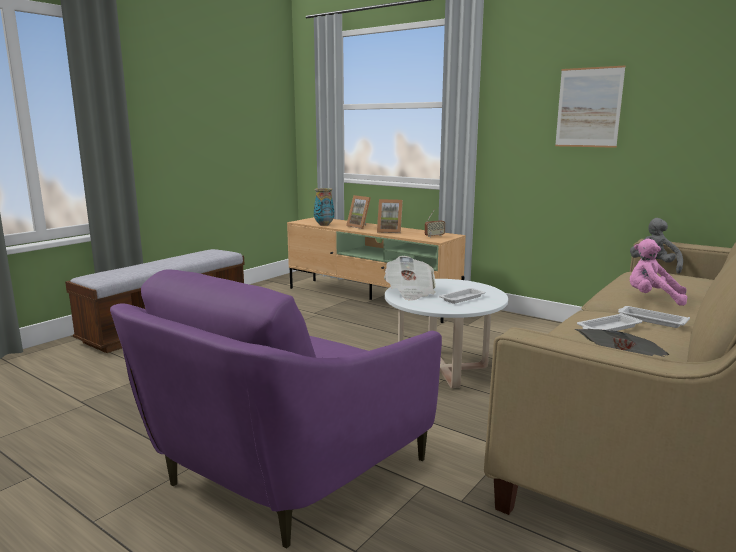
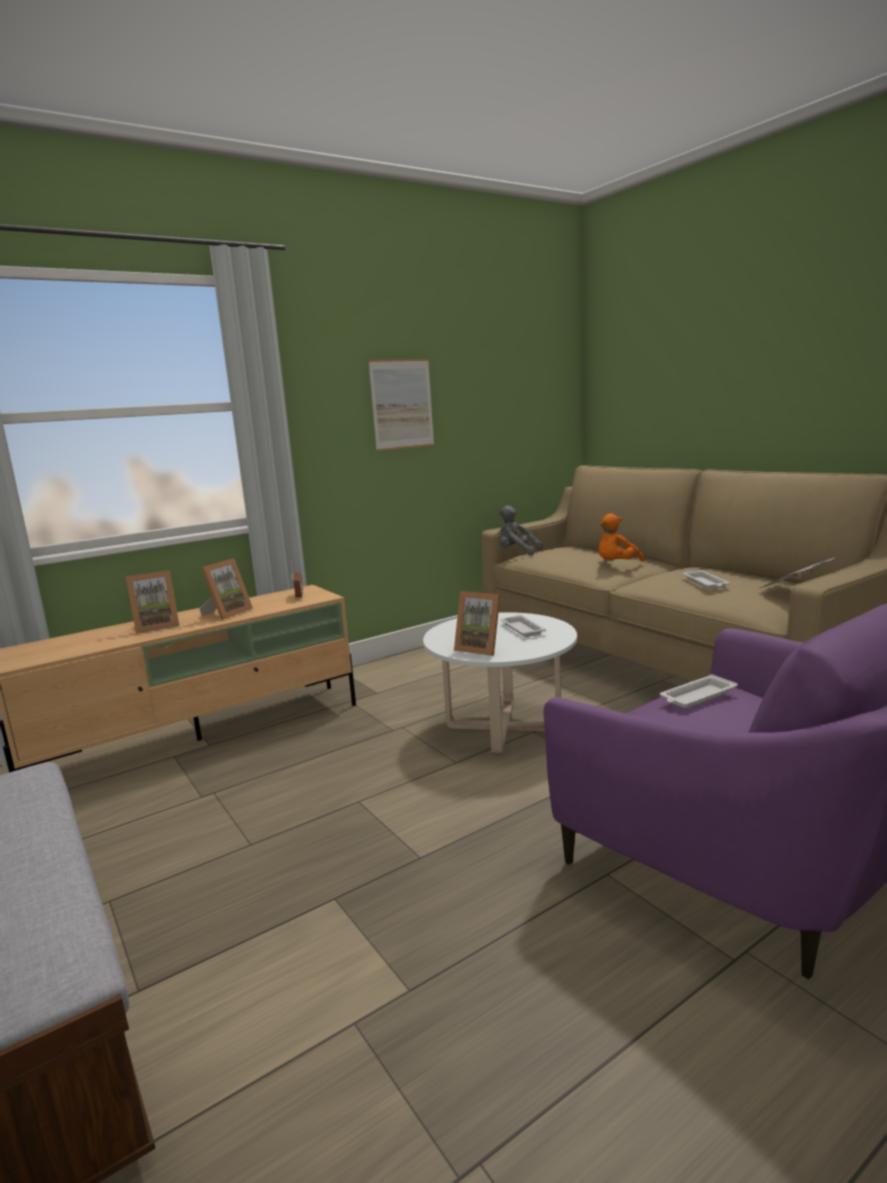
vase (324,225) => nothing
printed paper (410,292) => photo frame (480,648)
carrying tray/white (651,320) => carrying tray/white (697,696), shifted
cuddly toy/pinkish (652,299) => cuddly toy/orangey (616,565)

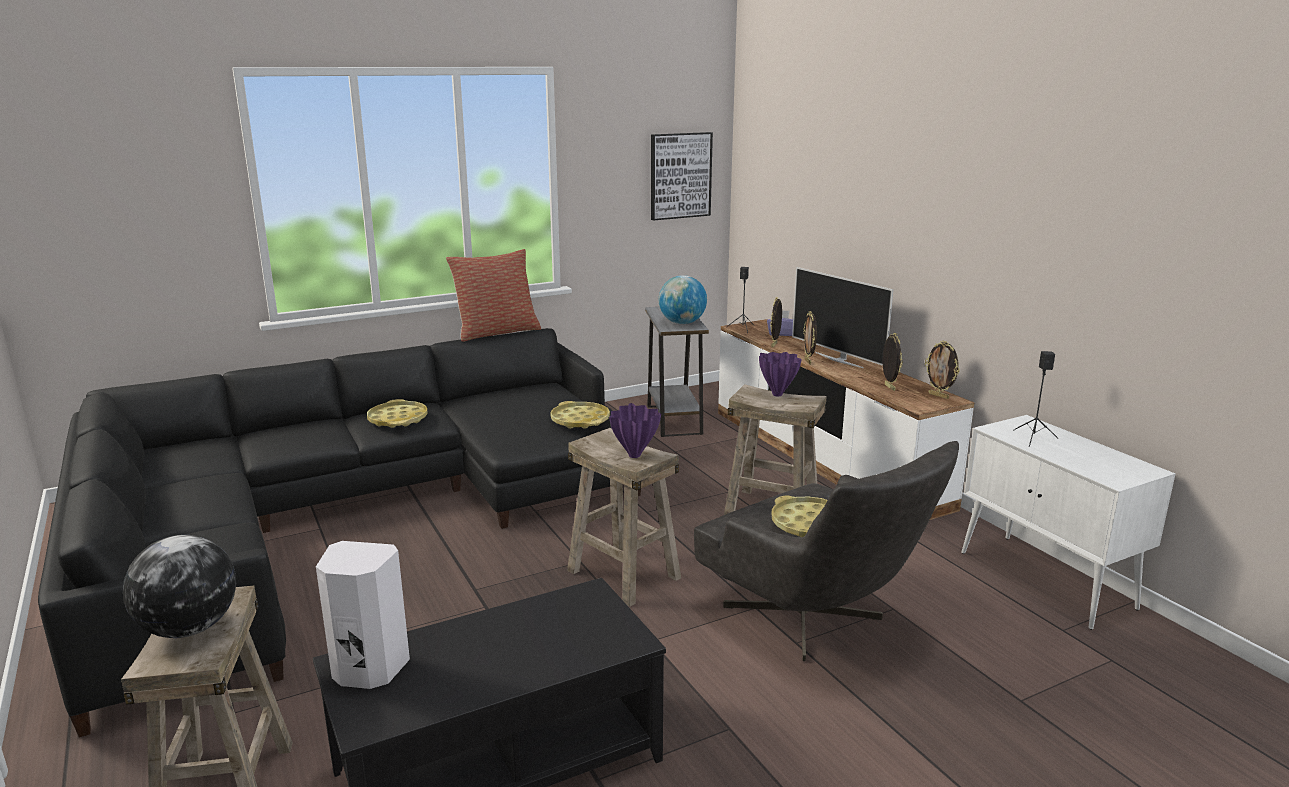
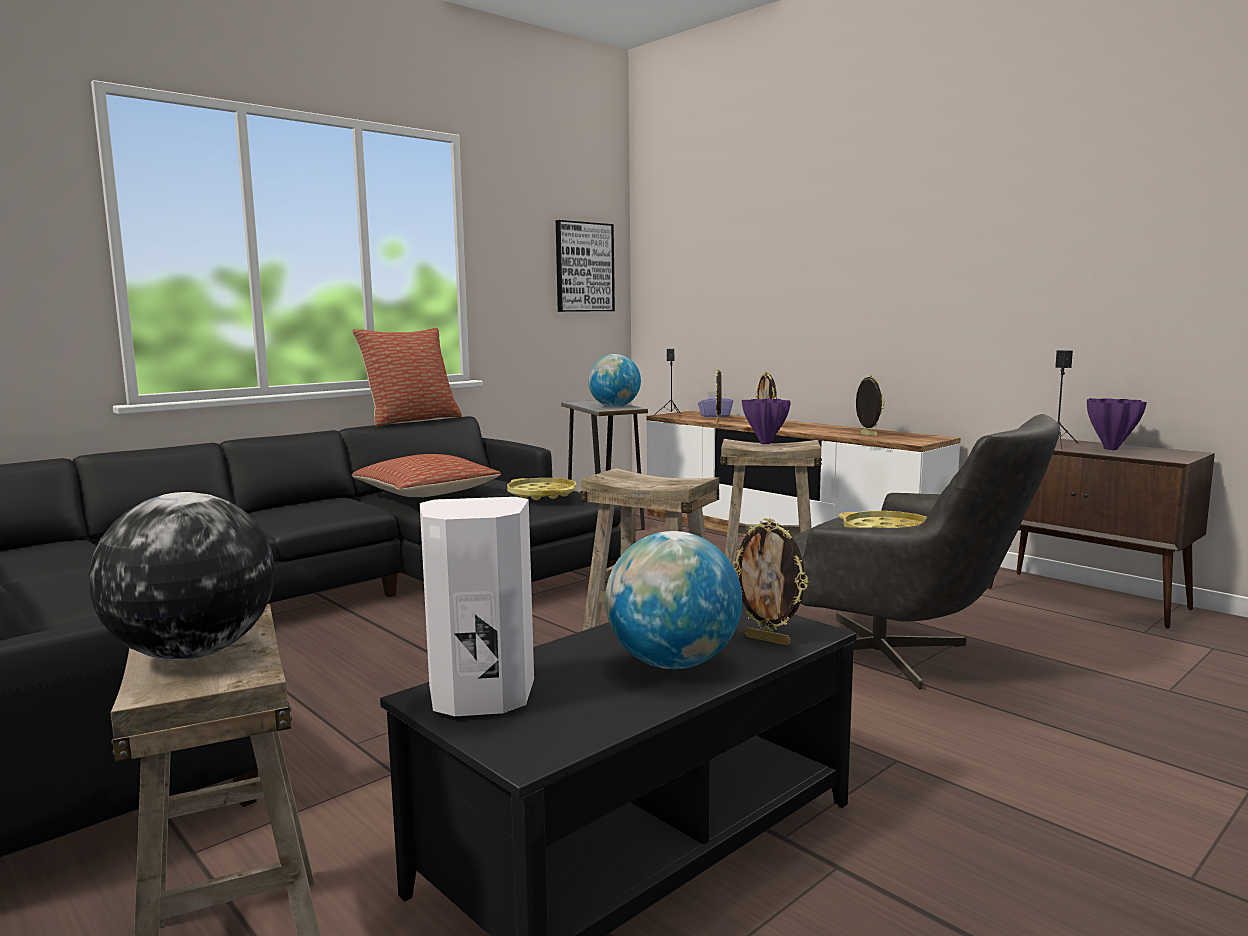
carrying tray/yellow (398,419) => nothing
vase/purplish (634,456) => vase/purplish (1111,449), shifted
TV set (839,360) => nothing
photo frame (939,396) => photo frame (768,640), shifted
cupboard/white (1047,580) => cupboard/brown-coloured (1087,599)
nothing => cushion (426,493)
nothing => desk globe (673,663)

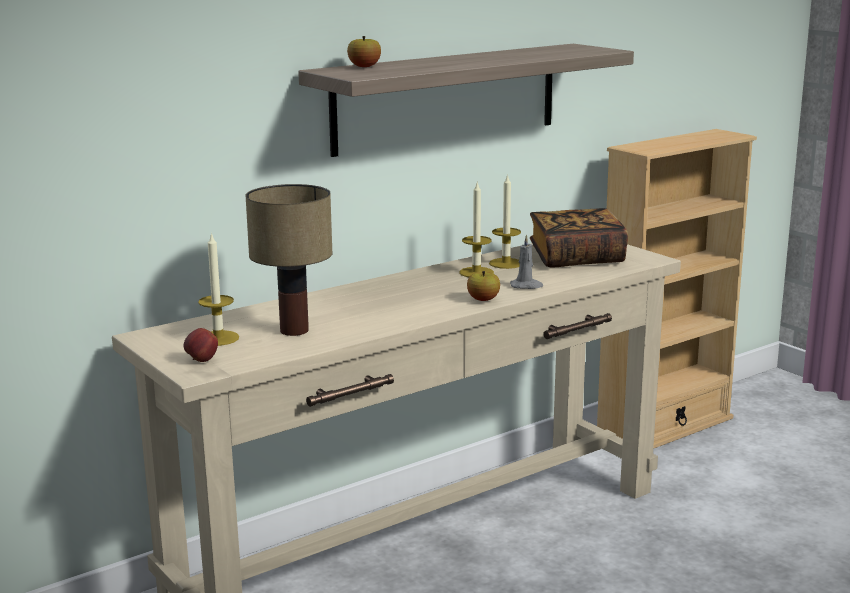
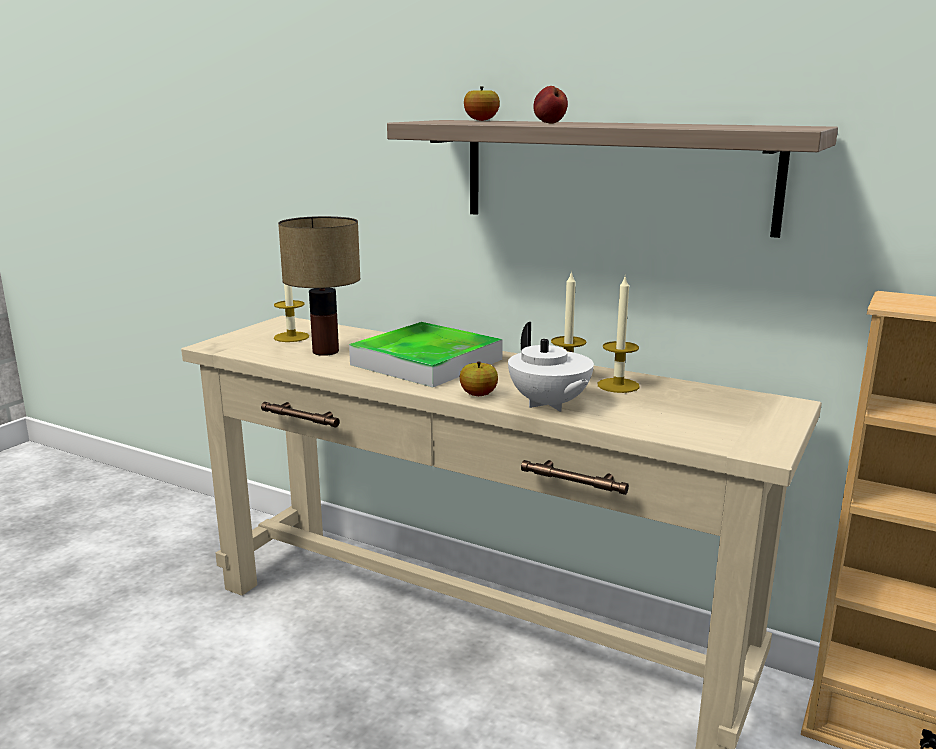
apple fruit (201,360) => apple fruit (549,123), shifted
wax candle/grey (526,286) => pot for tea/white (549,405)
volume (576,258) => nothing
nothing => carrying tray (426,362)

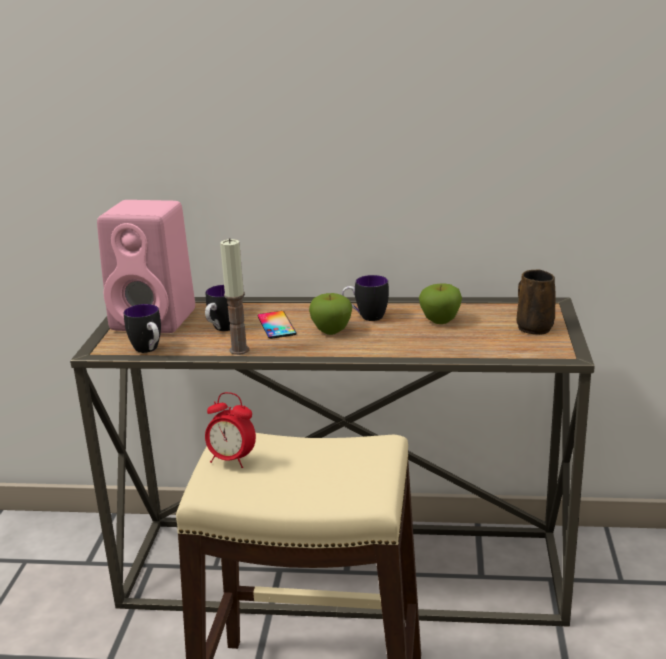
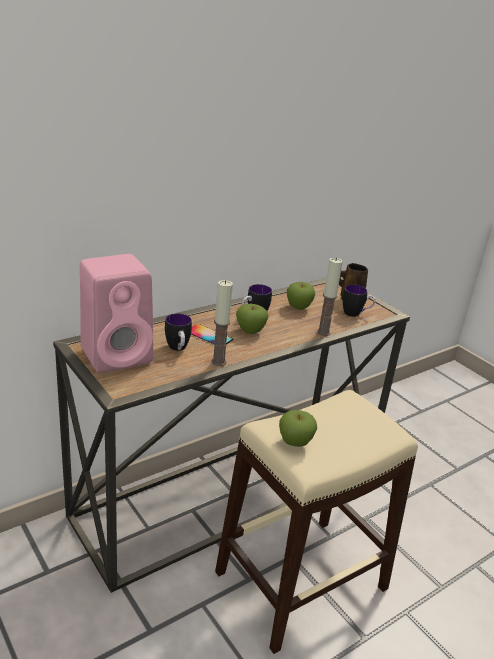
coffee mug (149,350) => coffee mug (356,314), shifted
bedside clock (231,460) => apple fruit (295,442)
nothing => wax candle (323,332)

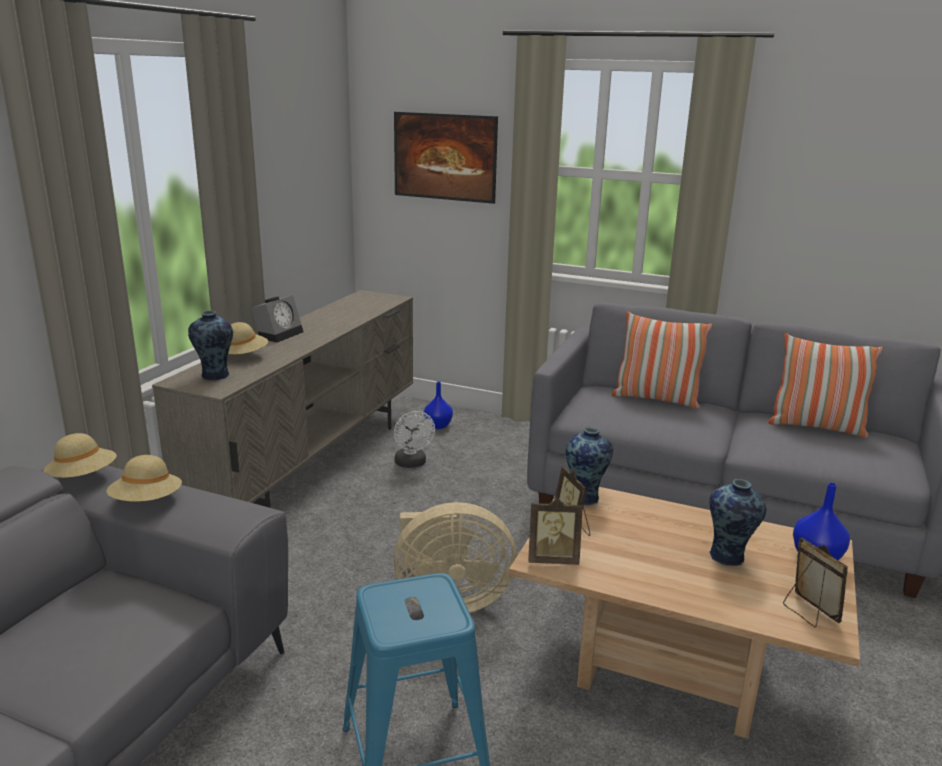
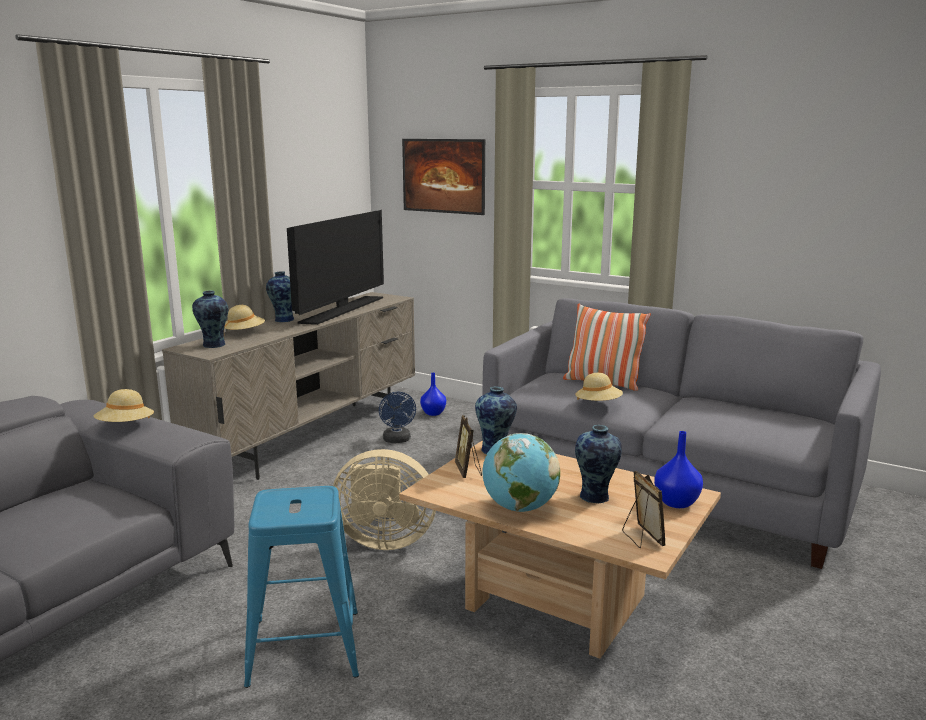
clothing hat/beige-coloured (83,477) => clothing hat/beige-coloured (598,404), shifted
bedside clock (279,334) => vase (283,320)
electric fan/white (412,464) => electric fan/bluish (397,440)
photo frame (552,559) => nothing
cushion (816,427) => nothing
nothing => TV set (342,310)
nothing => desk globe (519,508)

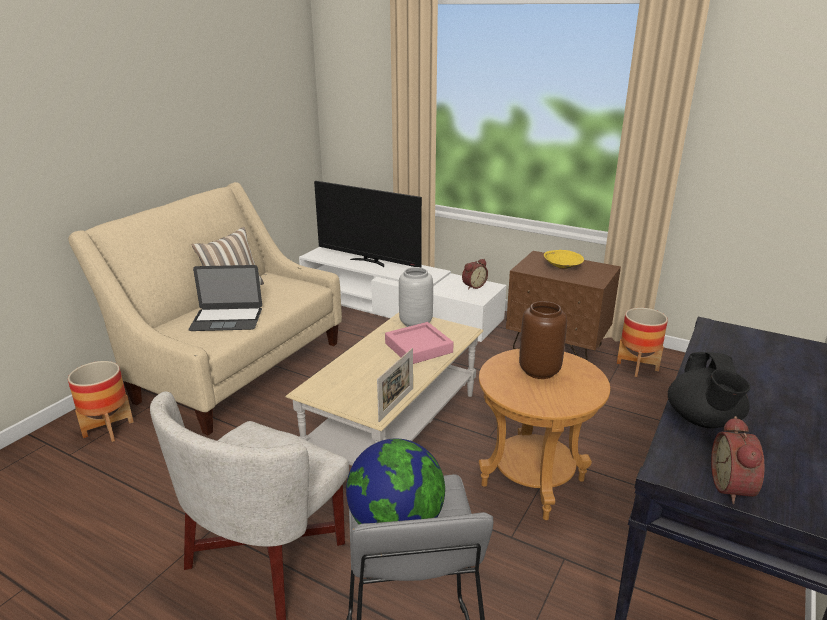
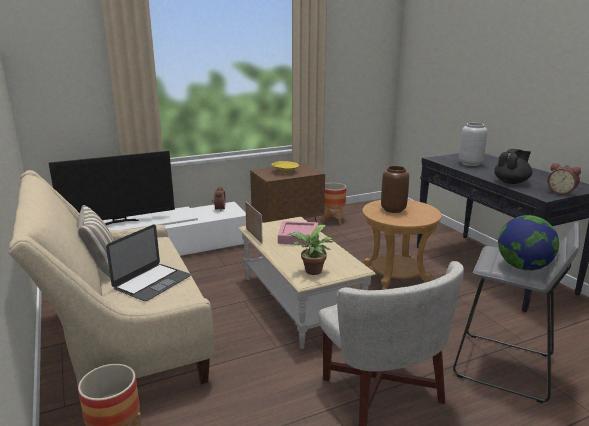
photo frame (396,404) => photo frame (254,236), shifted
vase/grey (415,323) => vase/grey (470,164), shifted
pot for tea/black-coloured (703,420) => pot for tea/black-coloured (511,182), 75 degrees counterclockwise
nothing => potted plant (311,271)

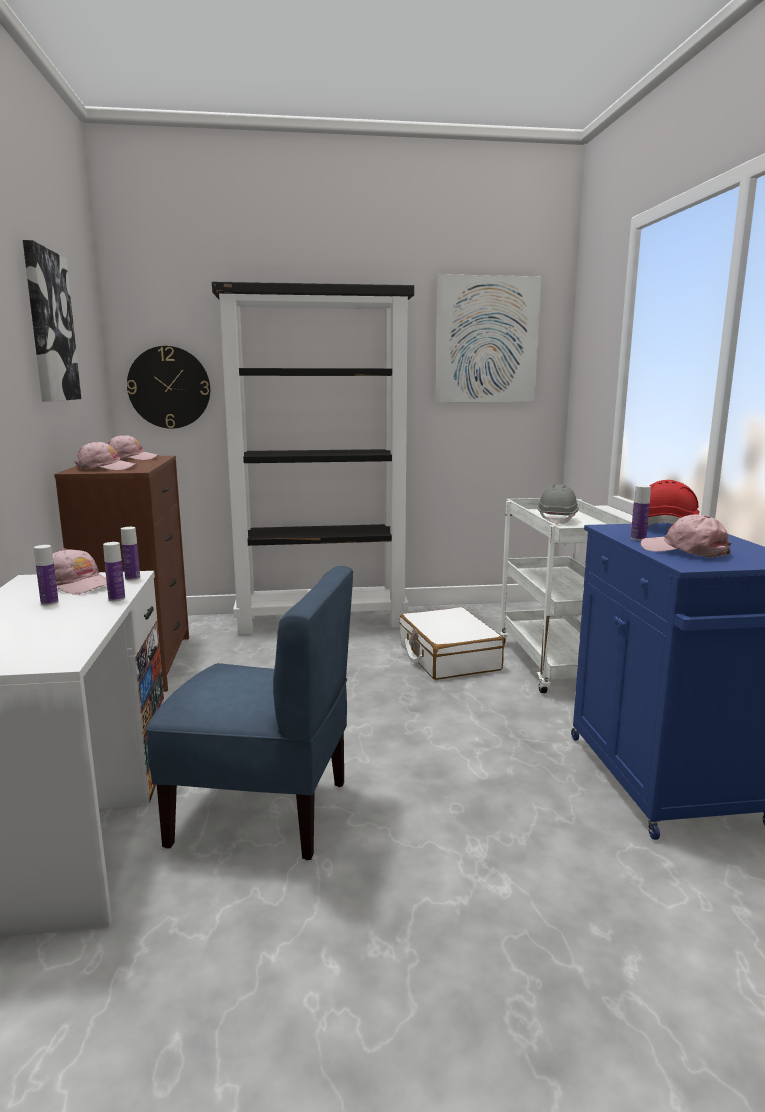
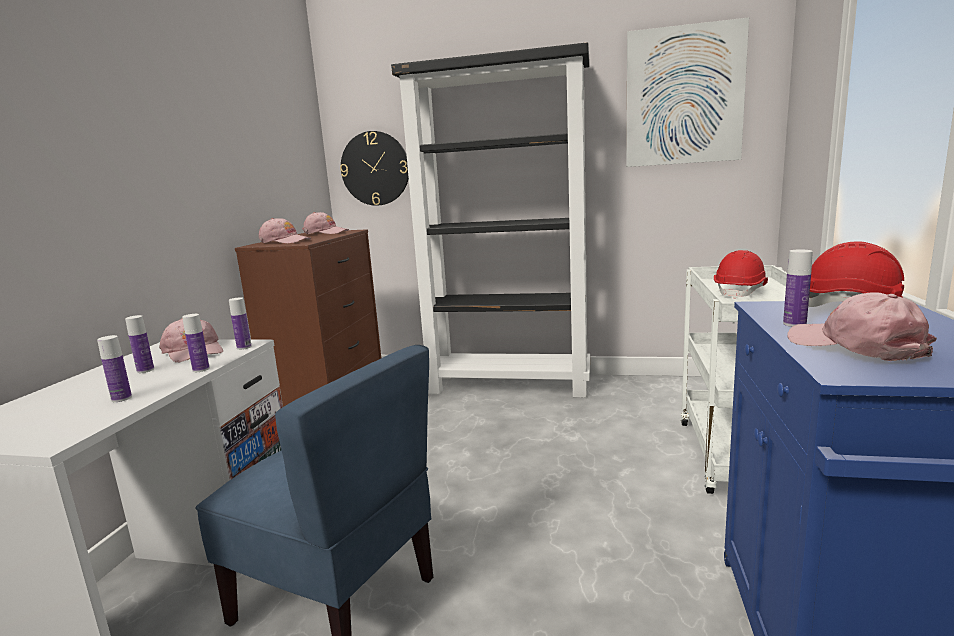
wall art (49,326) => nothing
travel case/white (448,657) => nothing
hard hat/grey (557,520) => hard hat/red (740,292)
nothing => drink bottle (121,398)

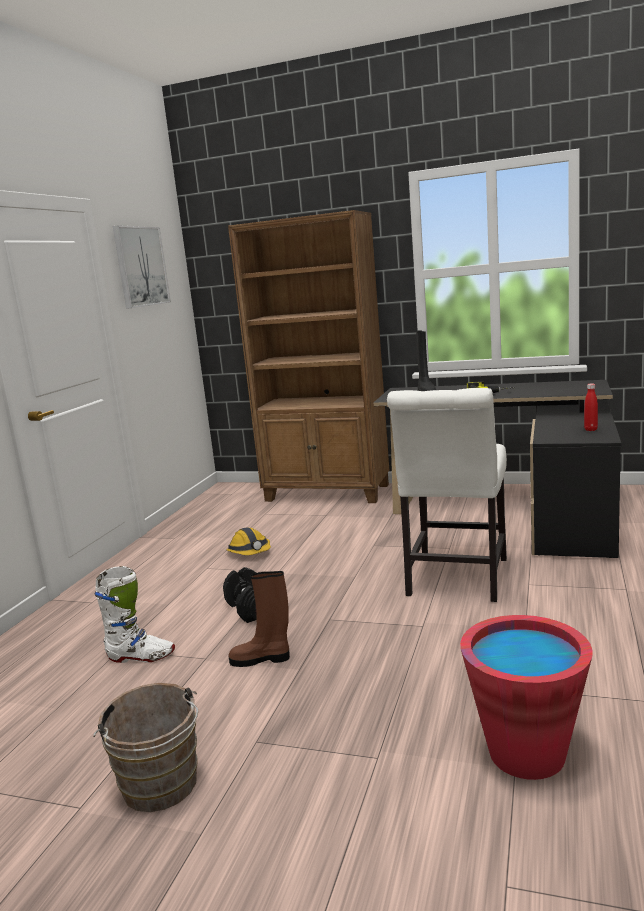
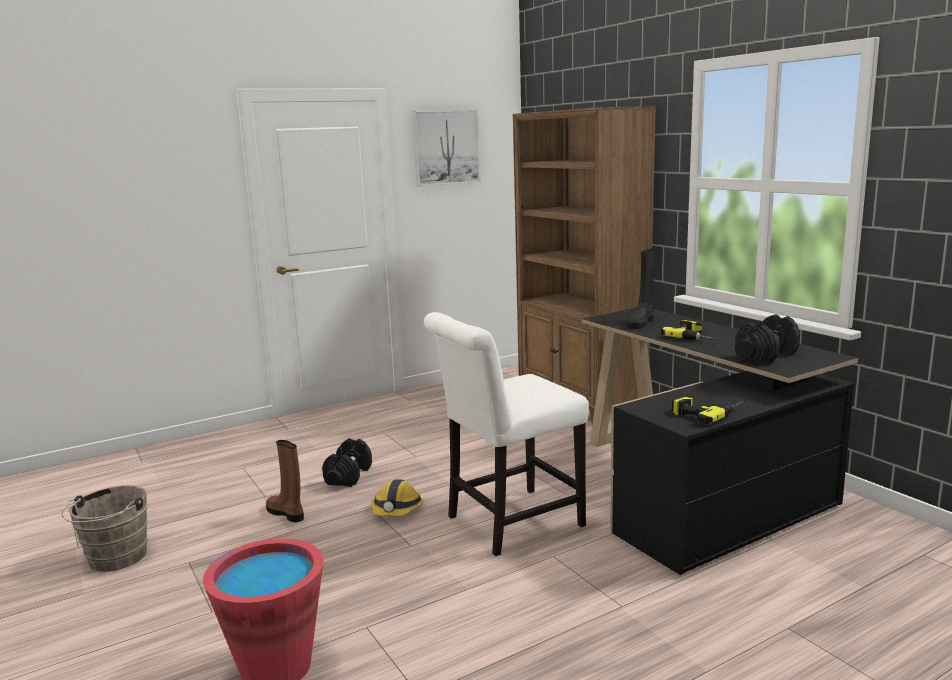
boot/white (141,657) => nothing
hard hat (250,552) => hard hat (397,510), shifted
drink bottle/red (590,430) => electric drill (707,412)
nothing => free weight/black-coloured (766,355)

